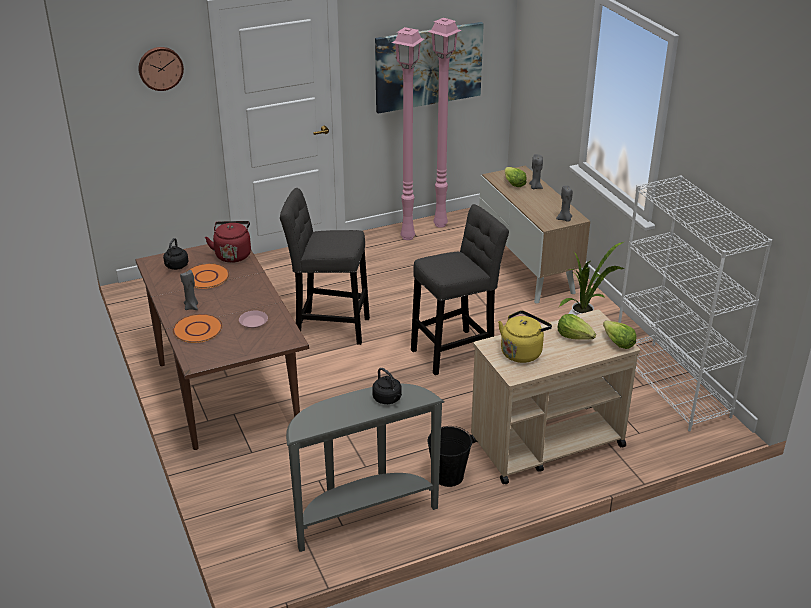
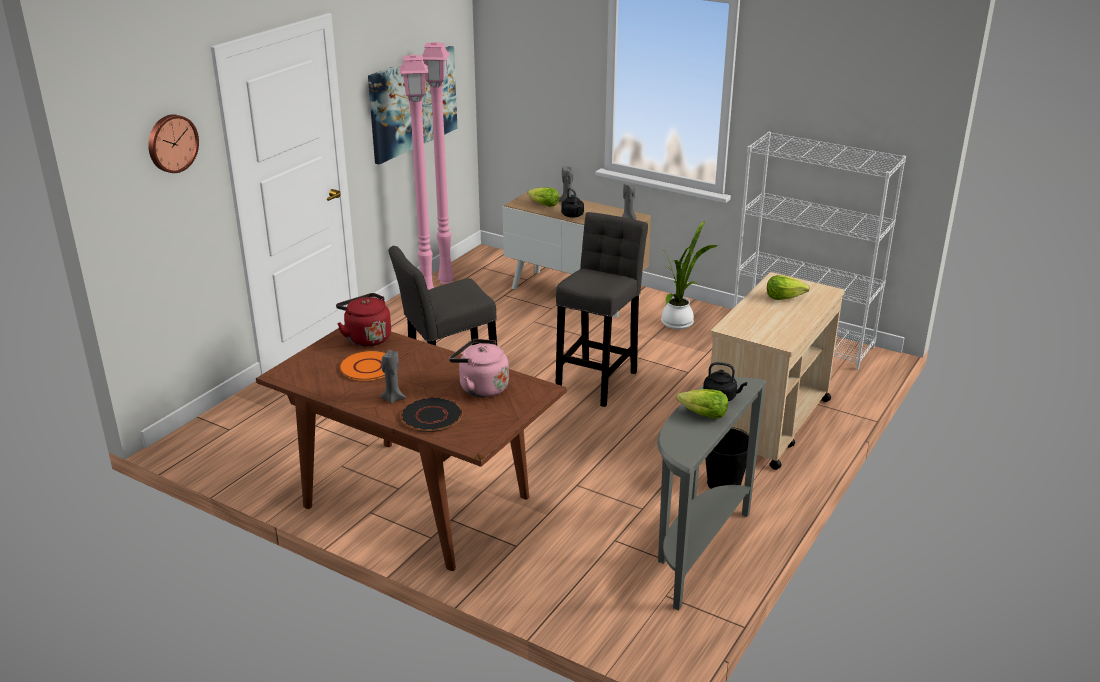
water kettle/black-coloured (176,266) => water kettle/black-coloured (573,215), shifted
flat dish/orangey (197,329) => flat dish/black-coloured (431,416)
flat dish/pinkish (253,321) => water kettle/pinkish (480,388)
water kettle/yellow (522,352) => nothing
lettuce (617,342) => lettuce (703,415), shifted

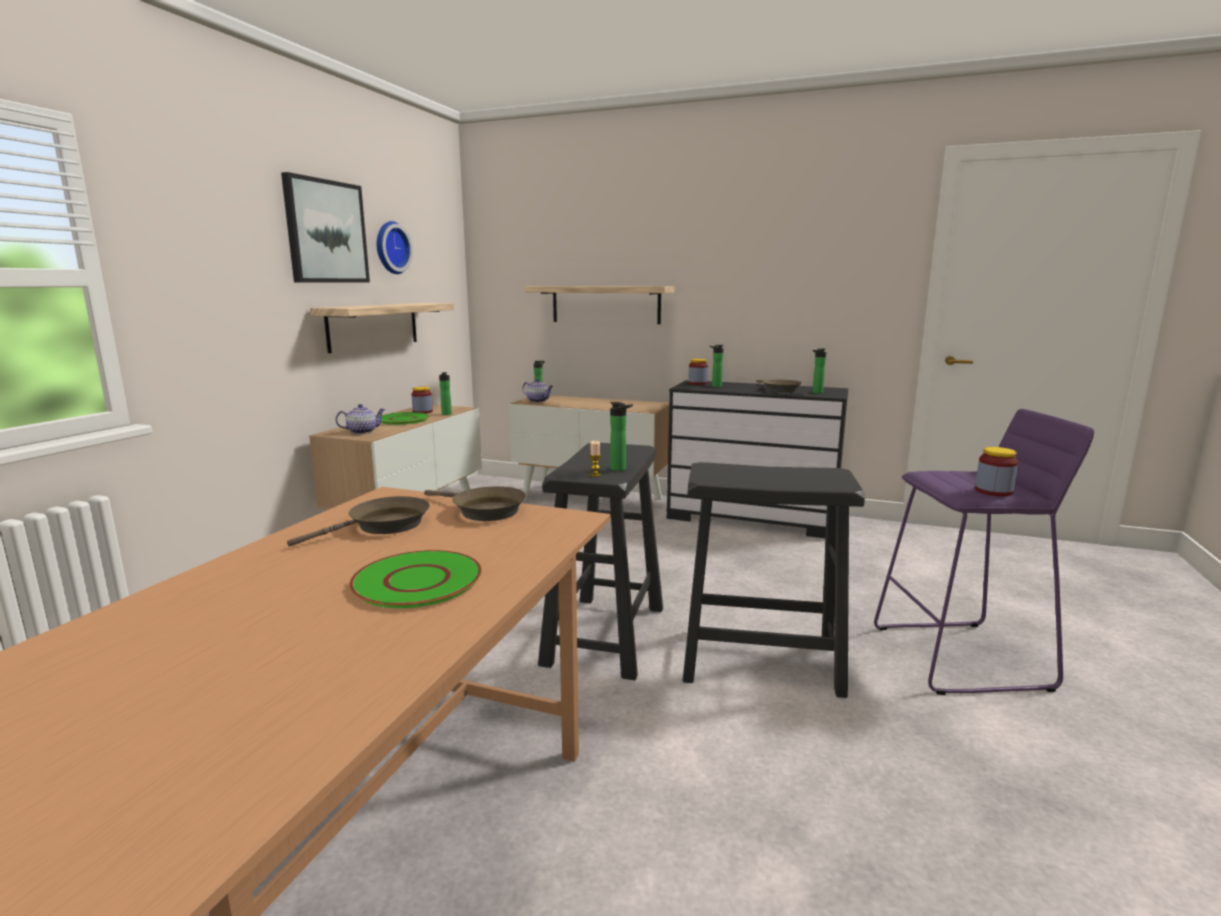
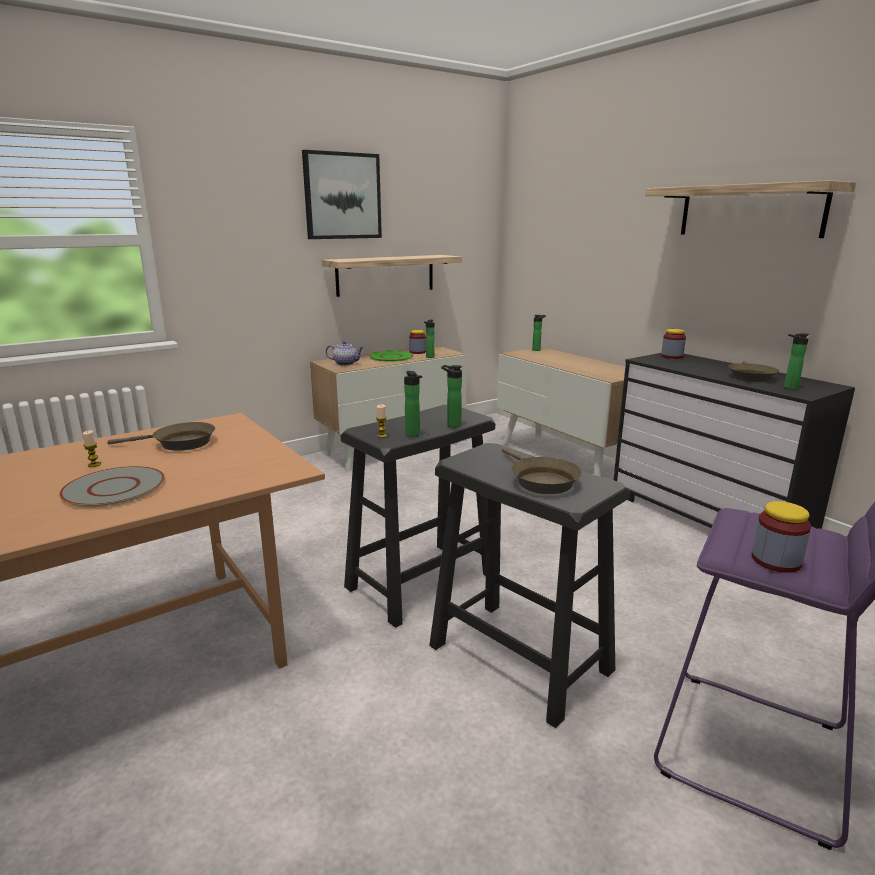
flat dish/greenish (417,580) => flat dish/grey (115,488)
wall clock (390,248) => nothing
skillet/brown-coloured (484,511) => skillet/brown-coloured (540,481), shifted
pot for tea (538,401) => nothing
bracket shelf (605,304) => bracket shelf (750,211), shifted
drink bottle (715,386) => drink bottle (451,425), shifted
nothing => wax candle (94,465)

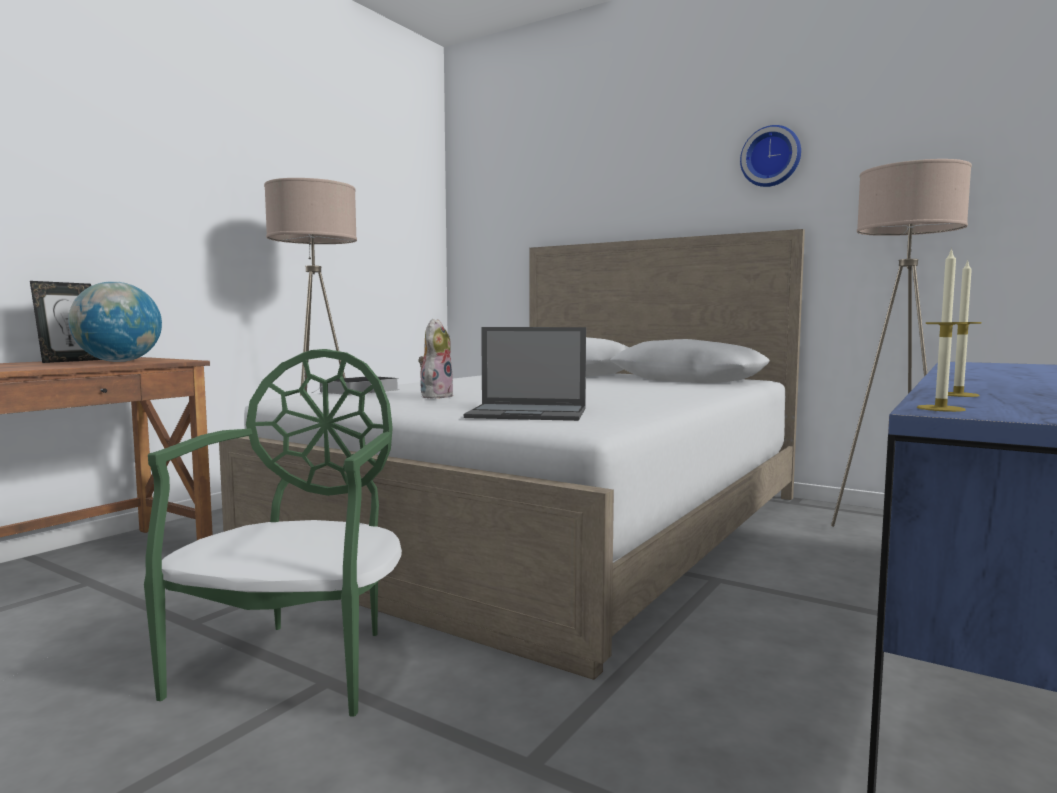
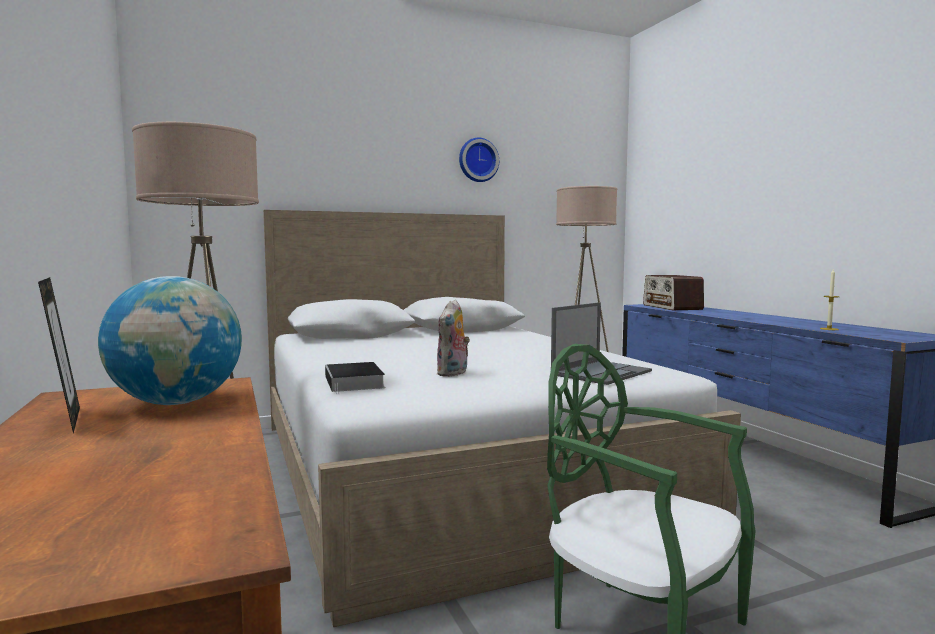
cuddly toy (435,396) => cuddly toy (453,373), 120 degrees counterclockwise
wax candle (940,408) => nothing
nothing => radio set (672,307)

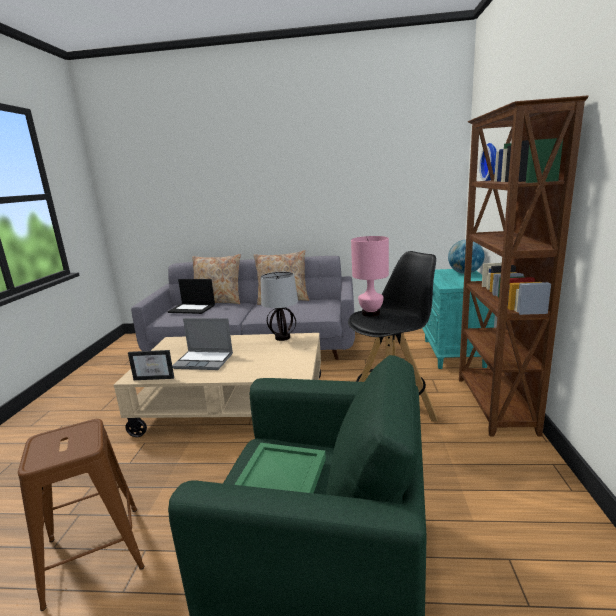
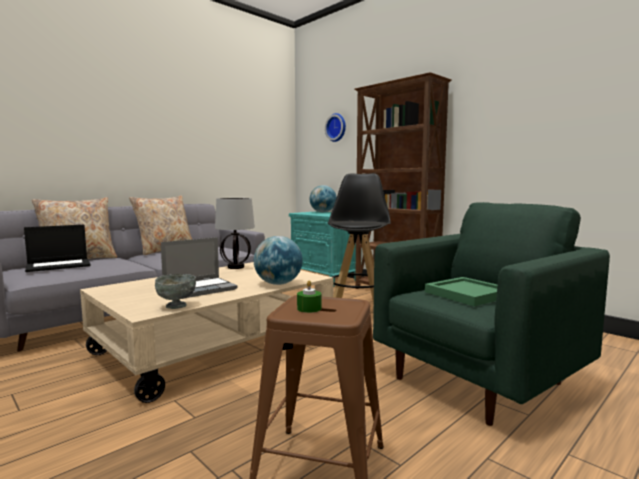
photo frame (156,377) => serving bowl/grey (176,306)
tabletop lamp/pinkish (371,313) => nothing
nothing => desk globe (278,284)
nothing => wax candle/greenish (309,308)

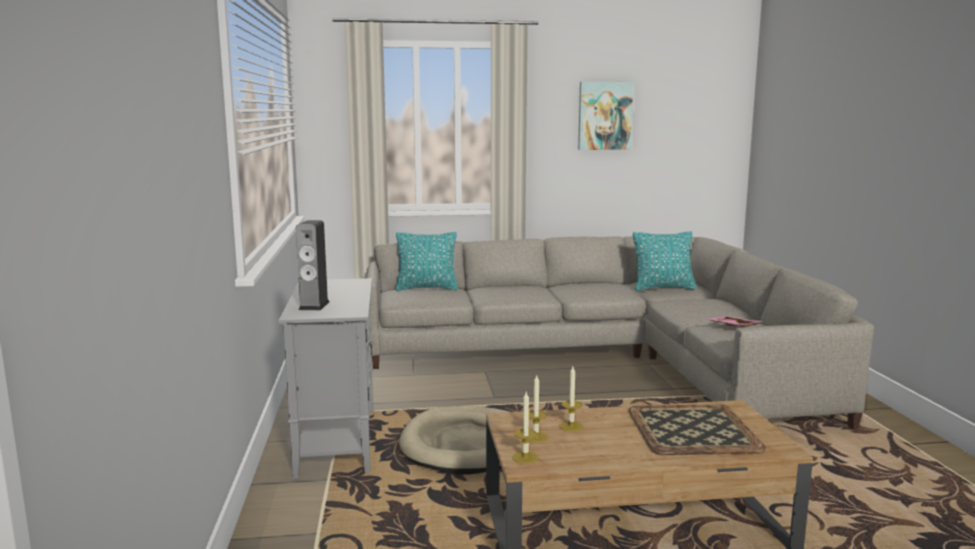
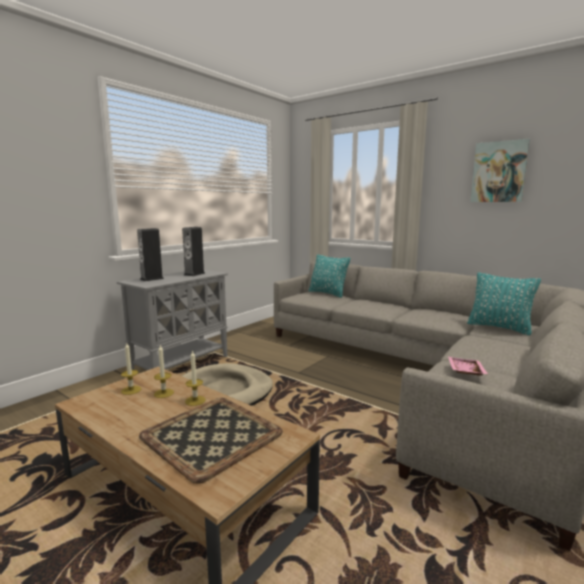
wax candle (525,457) => wax candle (195,400), shifted
nothing => audio speaker (194,274)

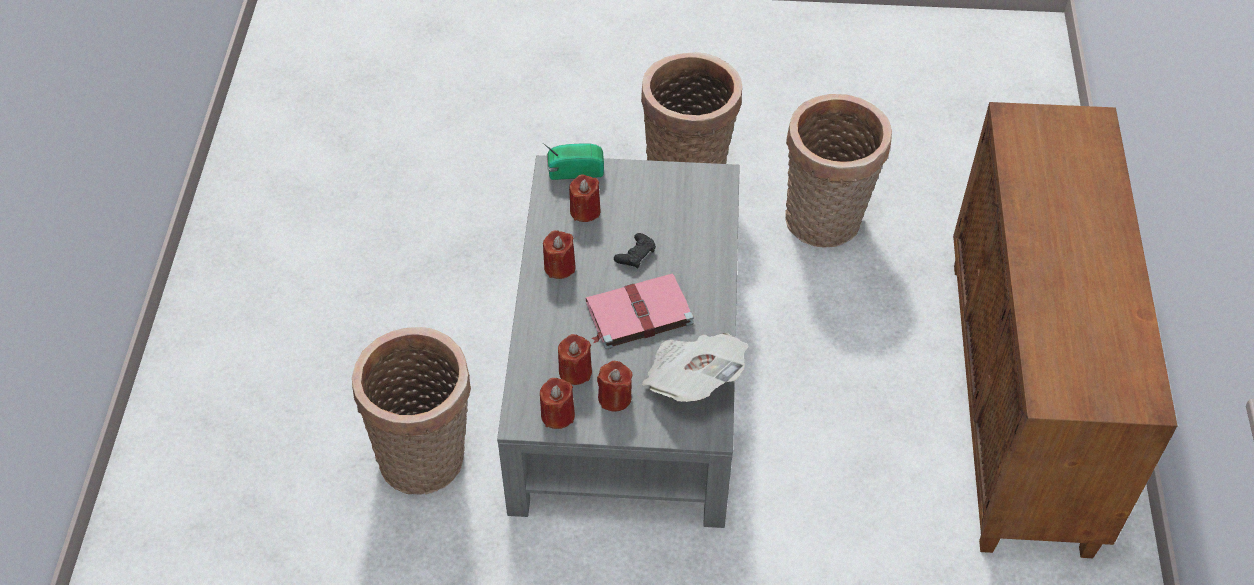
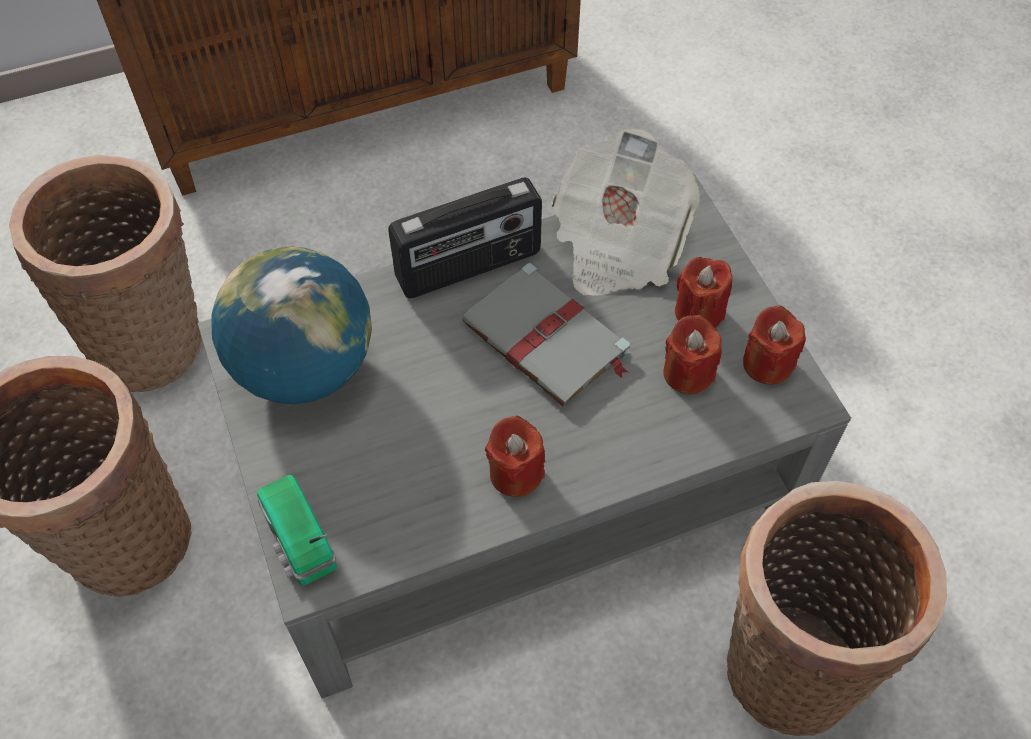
wax candle/red (585,211) => nothing
volume/pinkish (637,314) => volume/grey (548,340)
gamepad/black-coloured (635,254) => nothing
nothing => desk globe (304,368)
nothing => radio set (469,267)

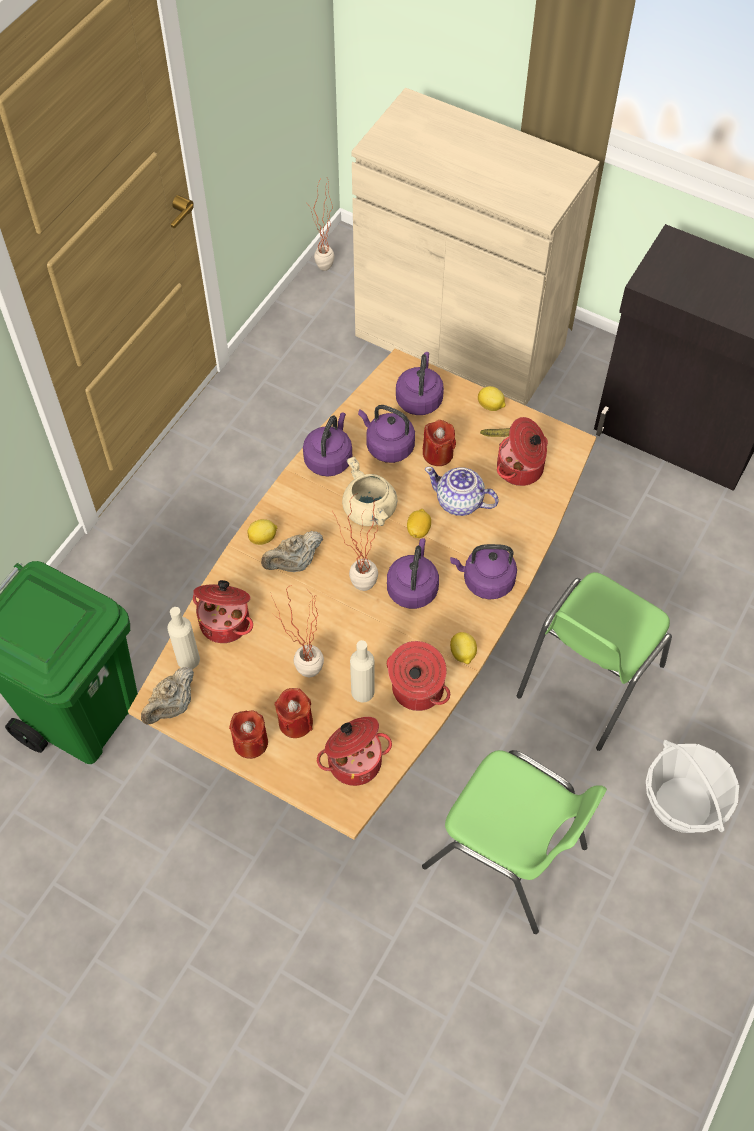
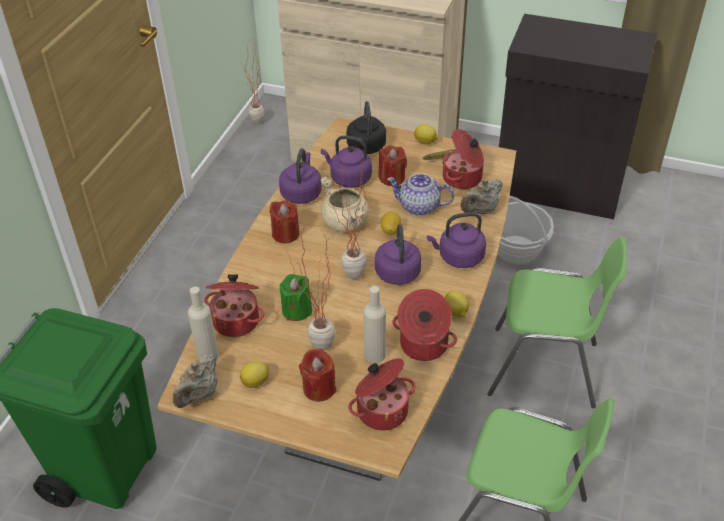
wax candle/red (250,742) => wax candle/red (285,234), shifted
whole lemon (263,538) => whole lemon (256,382), shifted
pot for tea/beige-coloured (294,563) => pot for tea/beige-coloured (480,210), shifted
water kettle/purplish (419,398) => water kettle/black-coloured (366,145)
plain chair/greenish (587,681) => plain chair/greenish (544,368), 105 degrees counterclockwise
household basket (682,804) => household basket (517,250), shifted
nothing => wax candle/greenish (297,310)

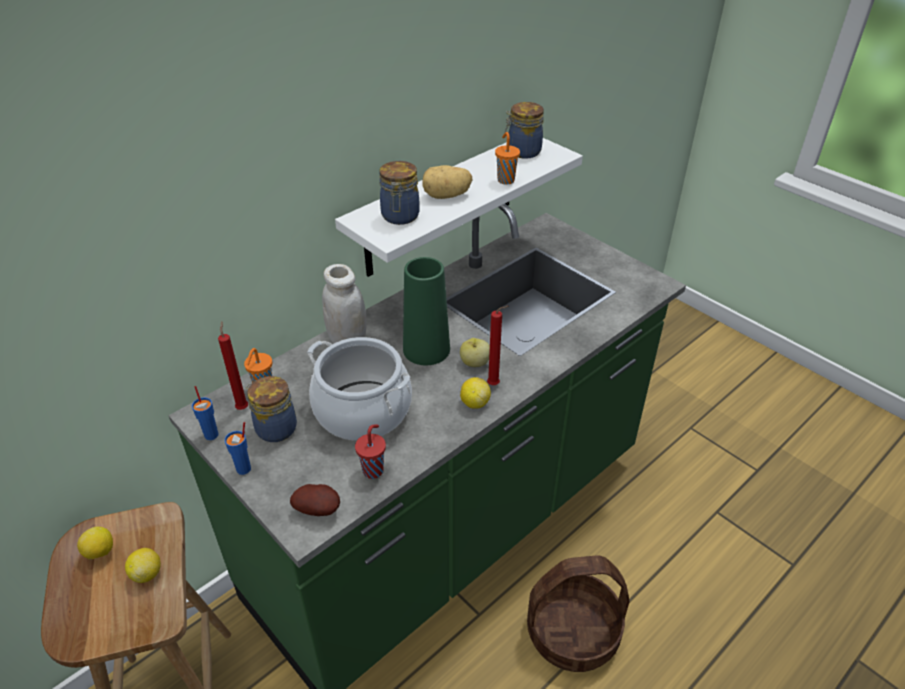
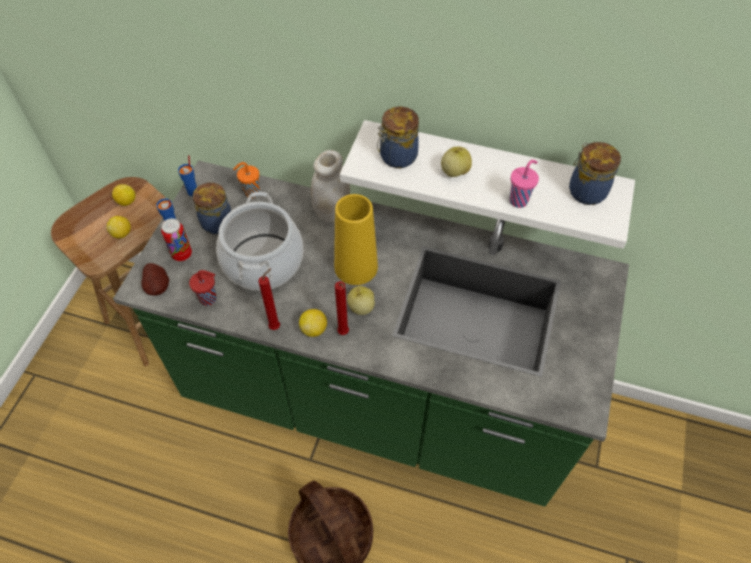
wax candle/red (242,407) => wax candle/red (276,326), shifted
vase/greenish (426,349) => vase/yellow (356,267)
potato (446,196) => apple fruit (454,171)
small cup/orangey (505,180) => small cup/pinkish (519,200)
nothing => can (182,254)

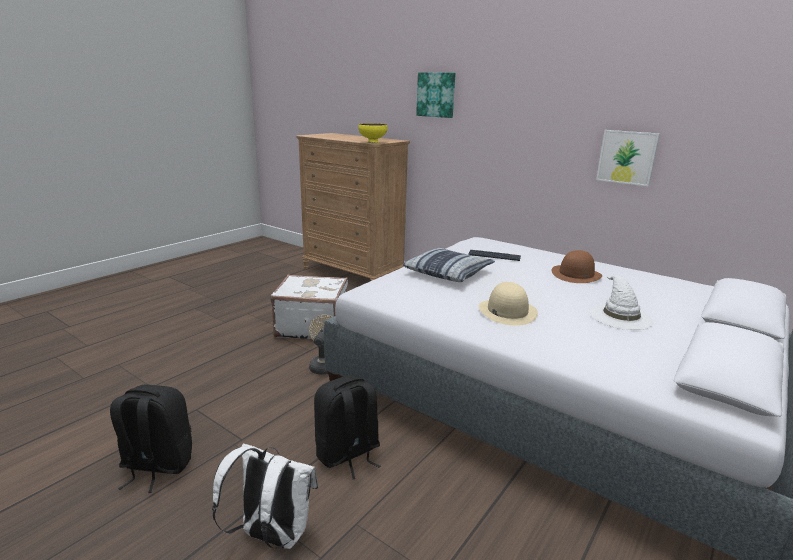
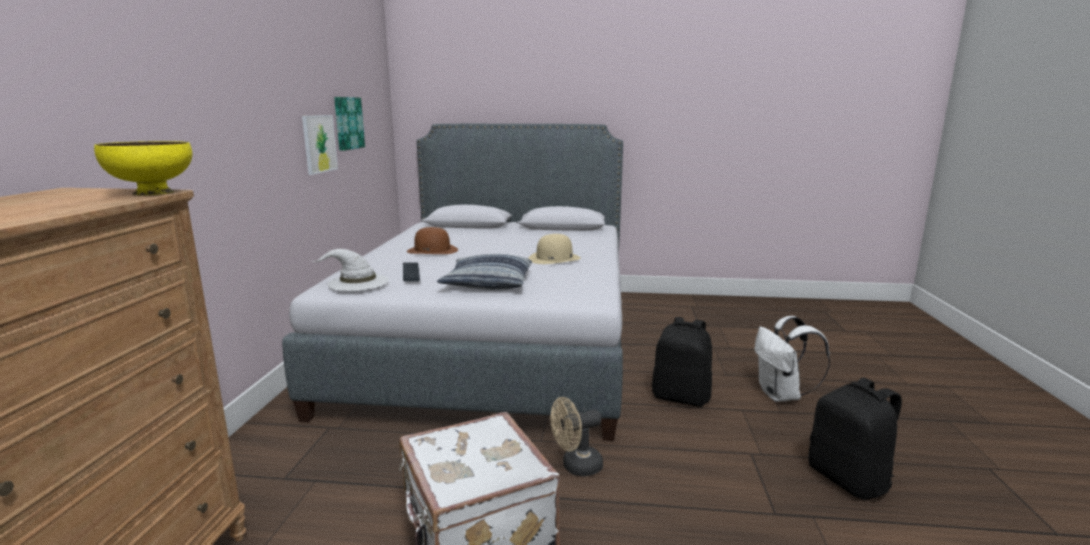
wall art (436,95) => wall art (347,123), shifted
clothing hat/white (620,316) => clothing hat/white (357,282), shifted

